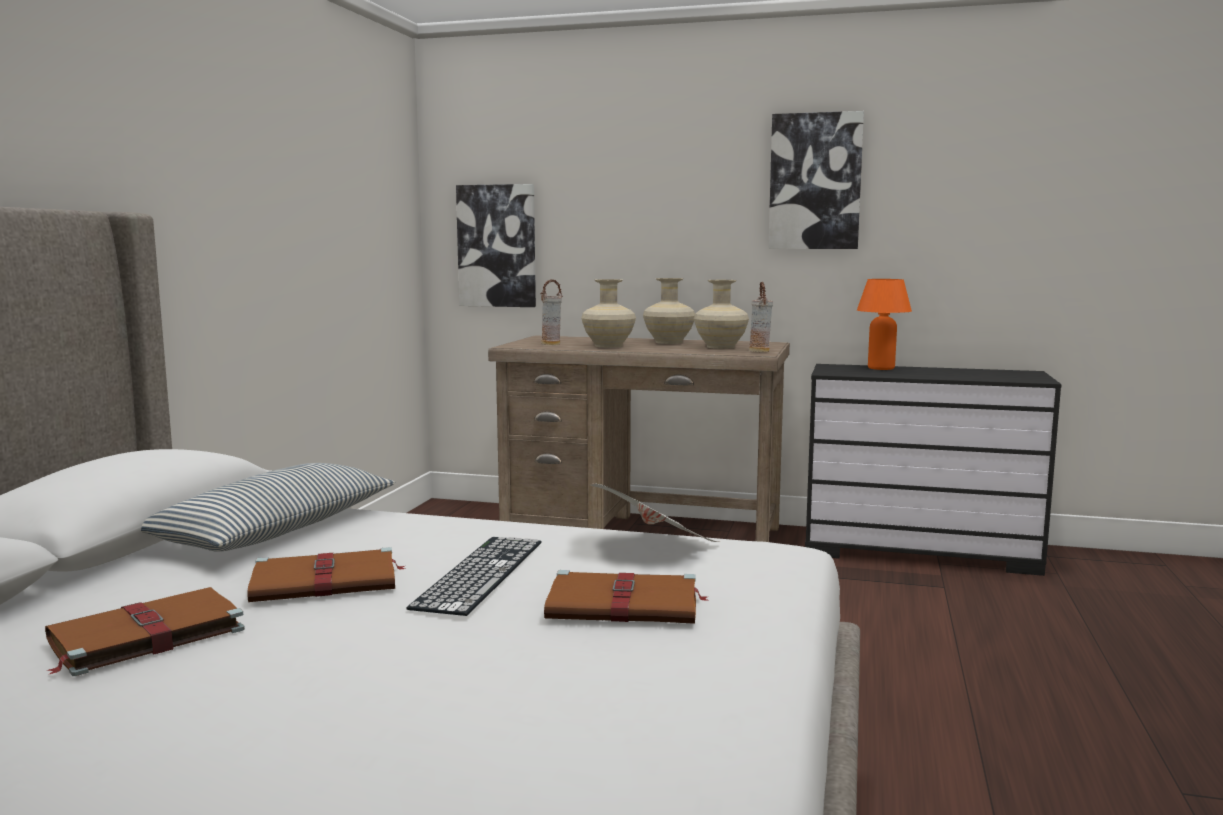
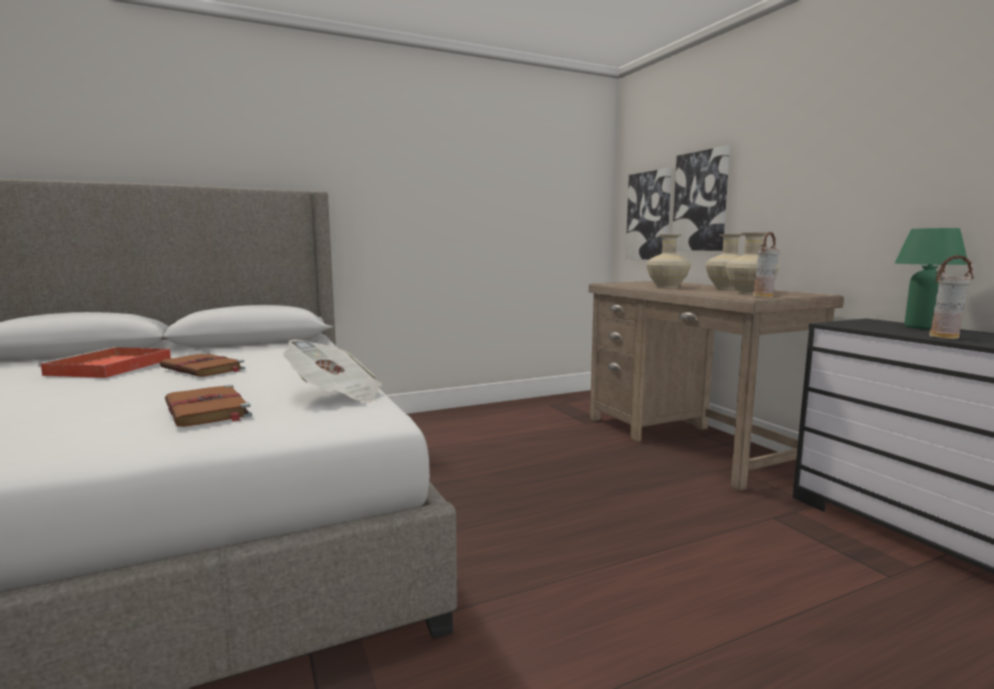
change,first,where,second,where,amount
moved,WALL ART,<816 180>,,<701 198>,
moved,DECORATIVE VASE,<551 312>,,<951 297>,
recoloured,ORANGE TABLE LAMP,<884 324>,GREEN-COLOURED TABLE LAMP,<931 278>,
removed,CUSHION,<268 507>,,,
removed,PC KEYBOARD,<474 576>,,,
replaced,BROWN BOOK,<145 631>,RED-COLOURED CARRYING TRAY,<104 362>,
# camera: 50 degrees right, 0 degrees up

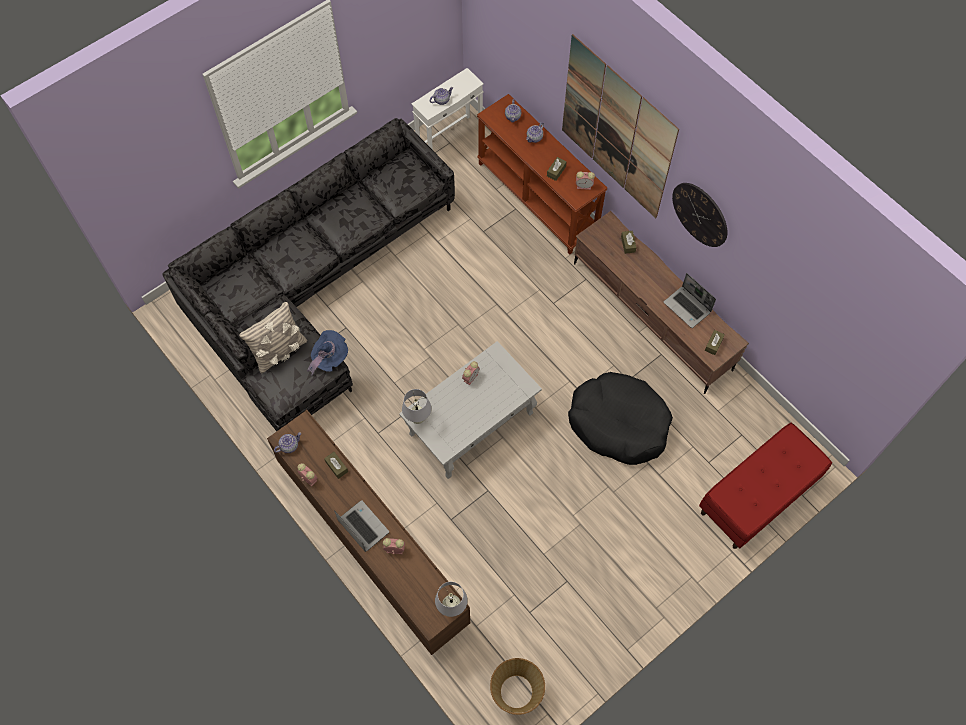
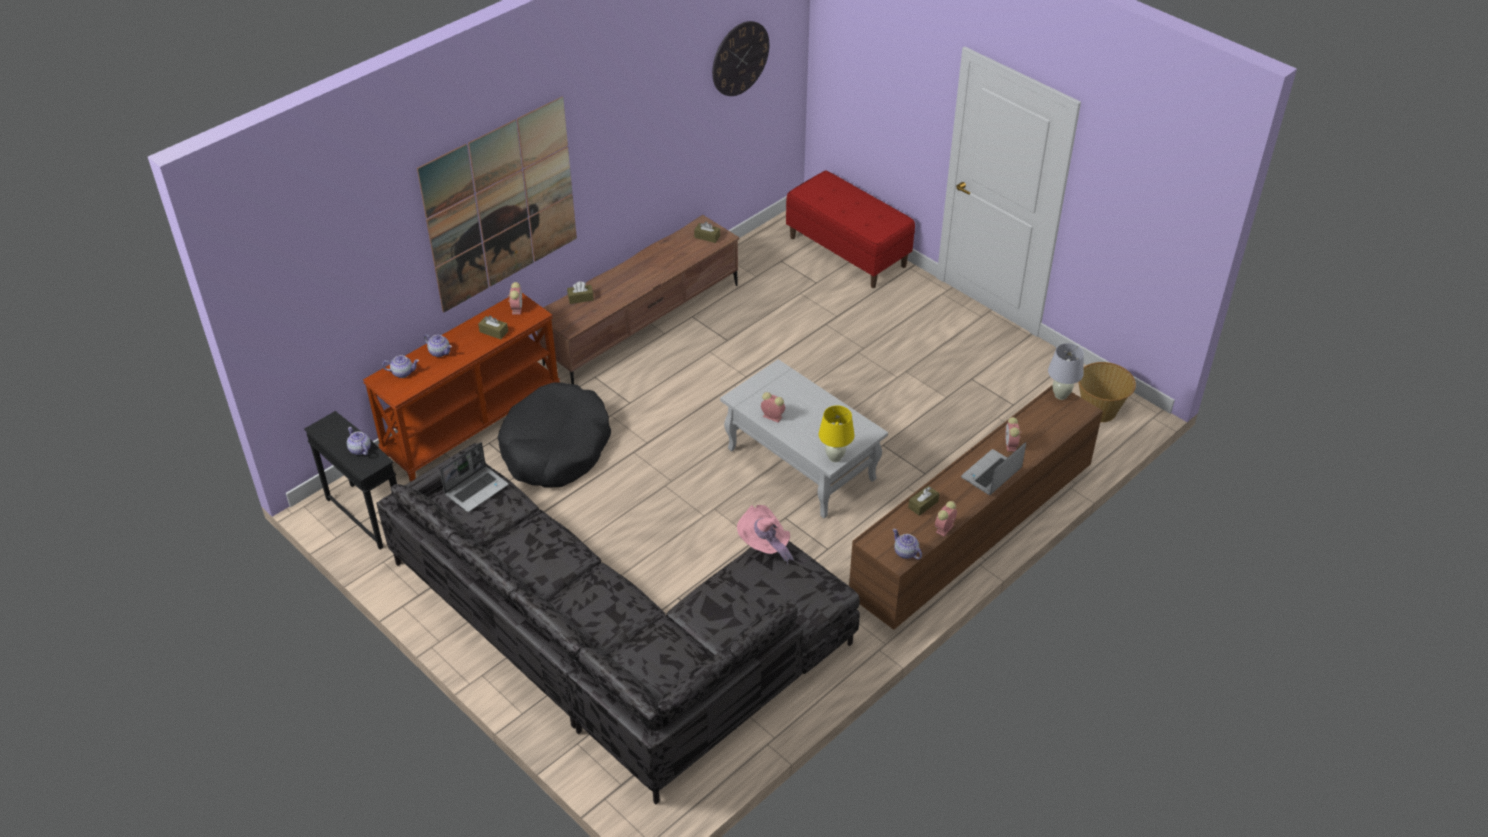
change,first,where,second,where,amount
recoloured,WHITISH ACCENT TABLE,<448 109>,BLACKISH ACCENT TABLE,<350 480>,
moved,CLOCK ON THE WALL,<699 215>,,<740 58>,
moved,PORTABLE COMPUTER,<690 300>,,<474 477>,
removed,SAND-COLOURED CUSHION,<273 338>,,,
recoloured,BLUISH CLOTHING HAT,<327 352>,PINK CLOTHING HAT,<765 535>,
moved,BLACKISH DOG BED,<620 418>,,<554 435>,
recoloured,WHITISH TABLE LAMP,<416 406>,YELLOW TABLE LAMP,<836 434>,
# camera: 95 degrees left, 20 degrees down

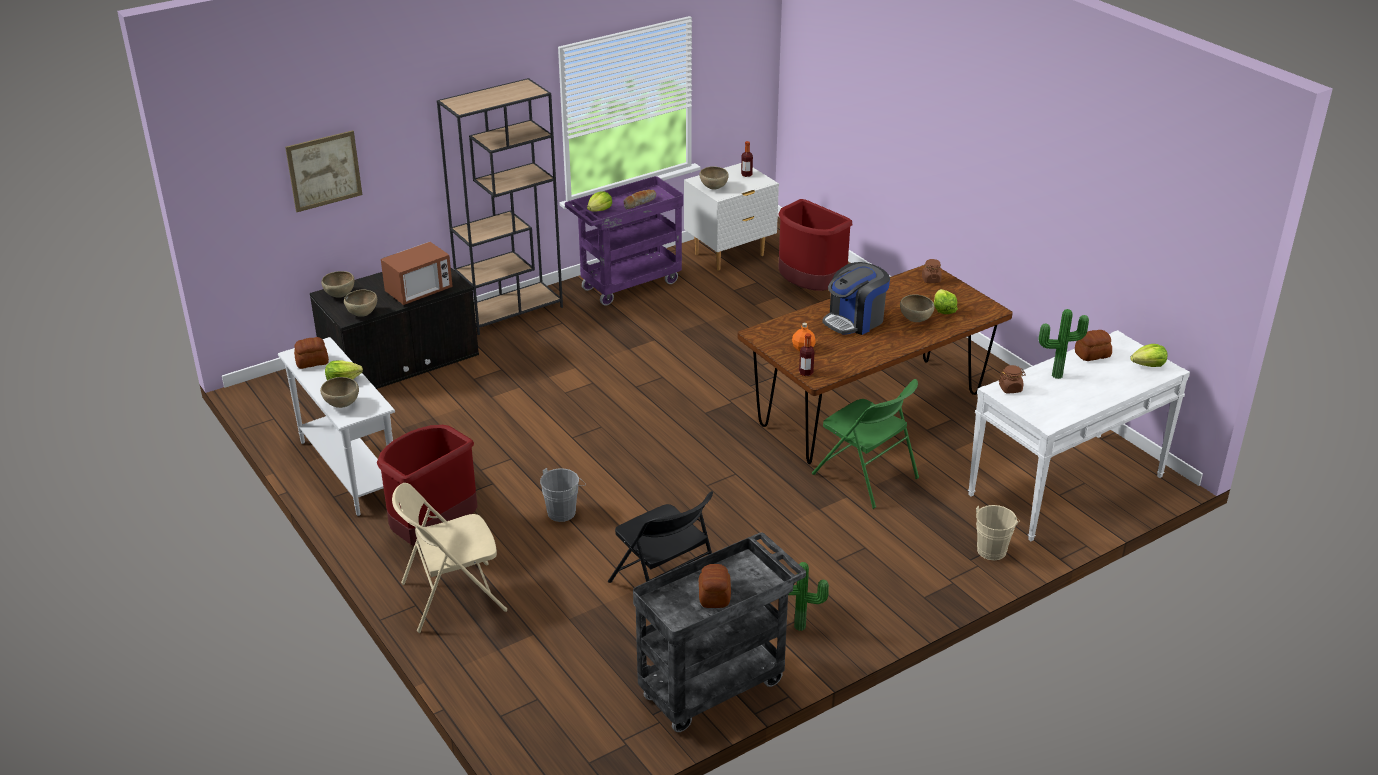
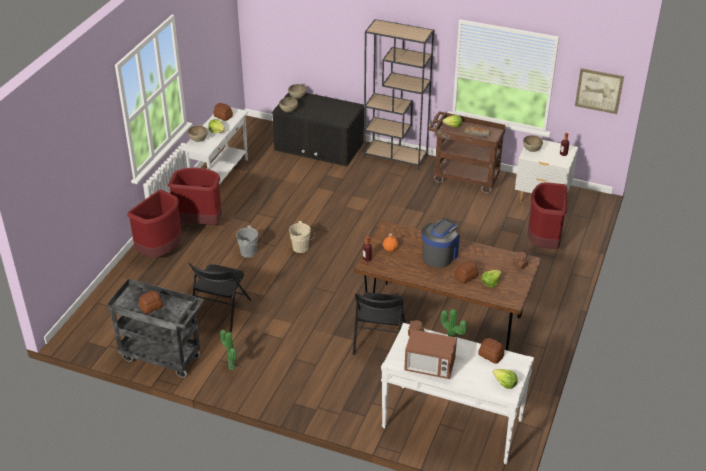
change,first,where,second,where,amount
moved,WALL ART,<323 171>,,<599 91>,
recoloured,PURPLE-COLOURED TROLLEY,<624 241>,BROWN TROLLEY,<467 152>,
moved,MICROWAVE OVEN,<417 273>,,<430 354>,
turned,COFFEE BREWER,<856 298>,,<440 244>,105 degrees clockwise
replaced,BROWN BOWL,<917 308>,BAKED BREAD,<466 272>,
recoloured,GREEN-COLOURED UPRIGHT CHAIR,<865 444>,BLACKISH UPRIGHT CHAIR,<379 323>,
replaced,SAND-COLOURED UPRIGHT CHAIR,<449 558>,RED-COLOURED RUBBISH BIN,<155 224>,
moved,SAND-COLOURED WATER BUCKET,<998 532>,,<302 237>,
# camera: 55 degrees right, 5 degrees up

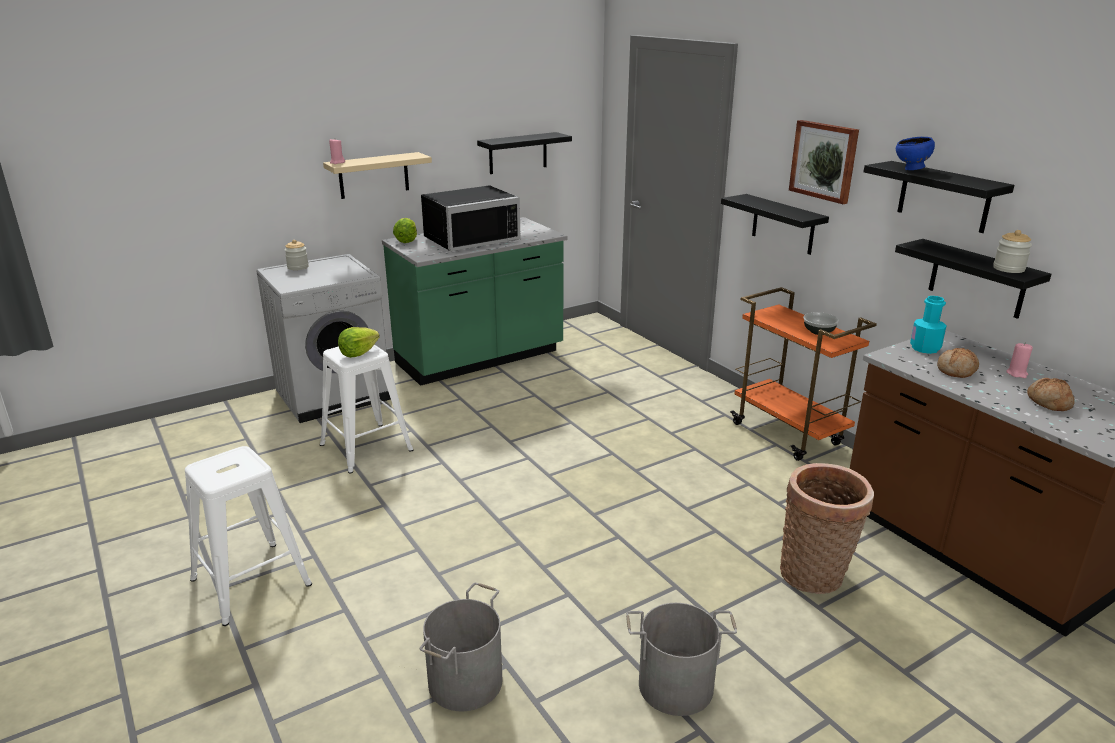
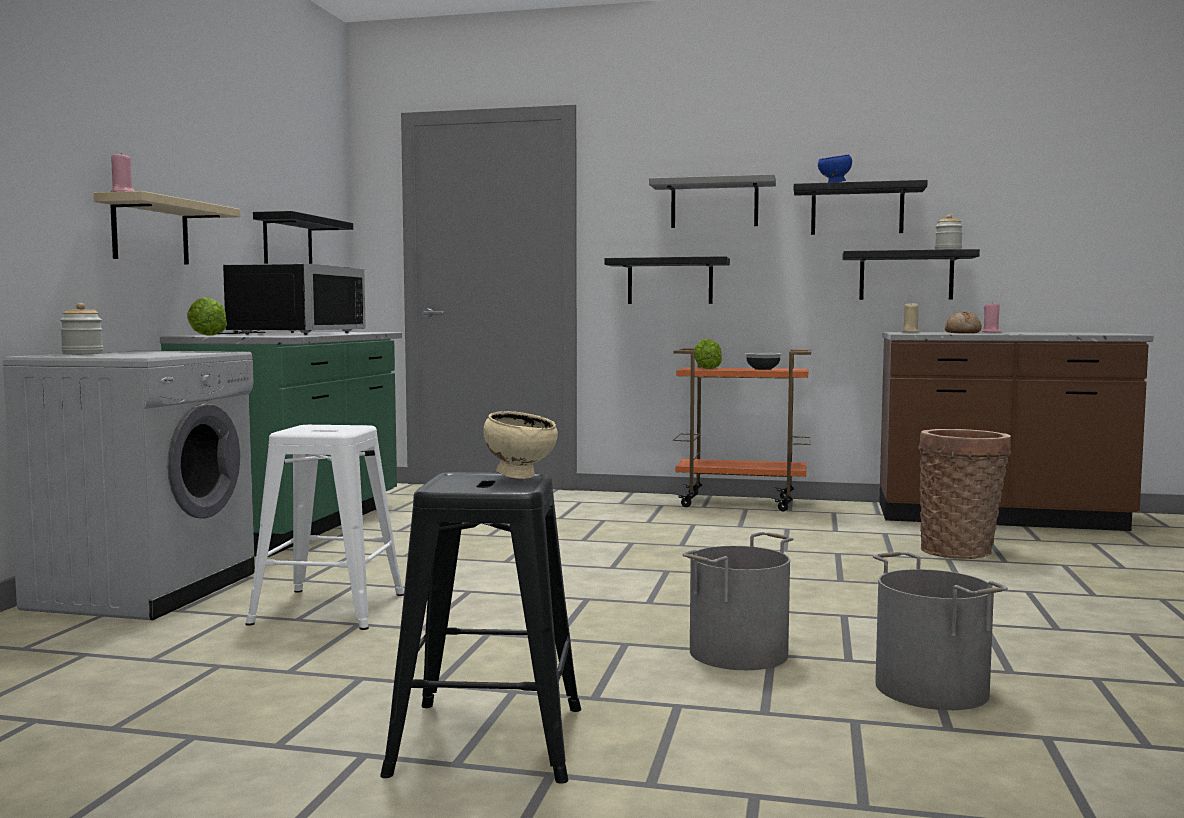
change,first,where,second,where,amount
replaced,WALL ART,<824 162>,GREYISH SHELF,<712 201>,
replaced,TURQUOISE-COLOURED BOTTLE,<928 325>,SAND-COLOURED WAX CANDLE,<910 317>,
moved,HEAD OF LETTUCE,<359 342>,,<708 354>,
removed,BAKED BREAD,<1051 394>,,,
recoloured,WHITISH STOOL,<248 536>,BLACKISH STOOL,<480 628>,
moved,GREYISH WATER BUCKET,<681 659>,,<738 601>,
added,,,SAND-COLOURED BOWL,<520 445>,
# camera: 45 degrees left, 20 degrees down

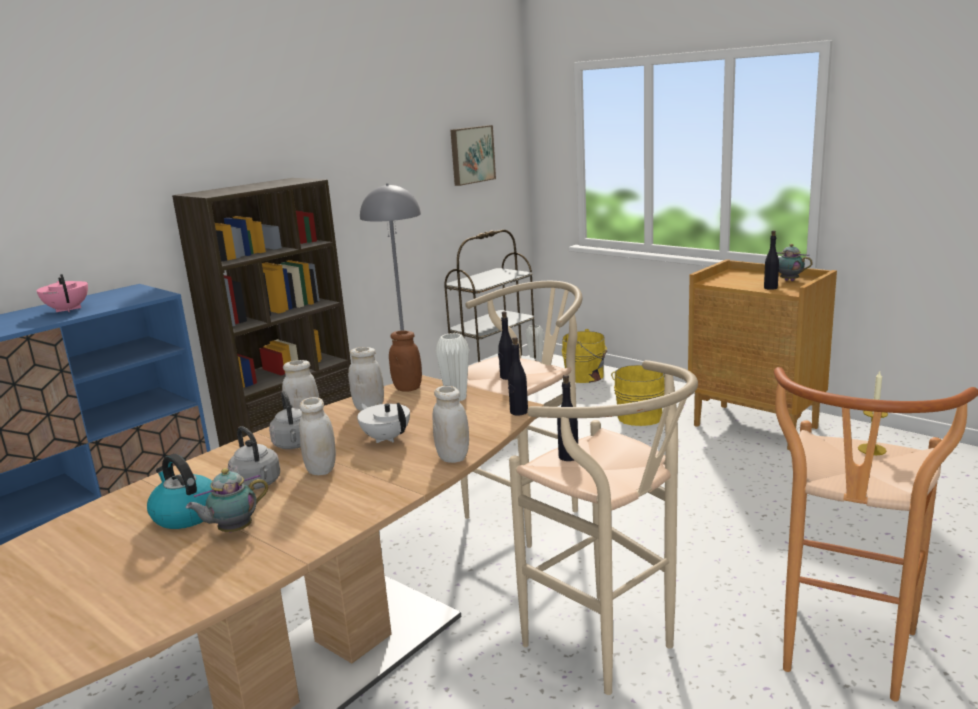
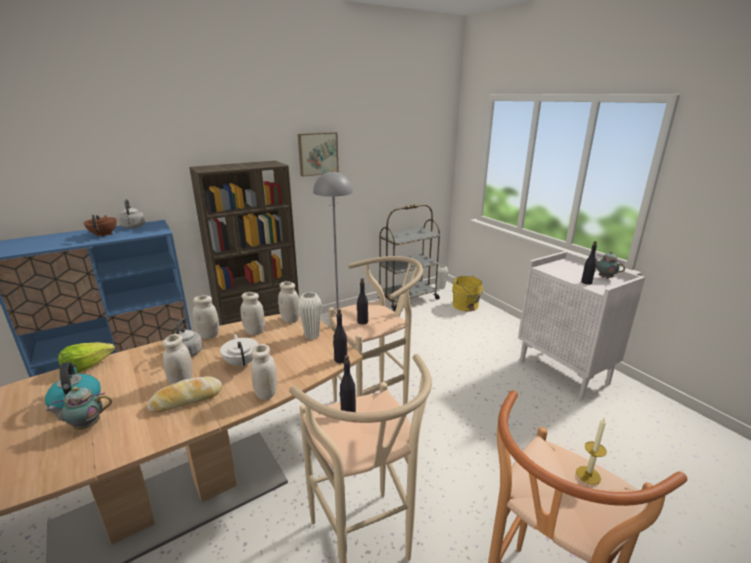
change,first,where,second,where,amount
moved,WALL ART,<473 155>,,<318 154>,
recoloured,BROWN CABINET,<762 354>,WHITISH CABINET,<582 325>,
recoloured,PINK POT FOR TEA,<62 293>,BROWN POT FOR TEA,<100 226>,
recoloured,BROWN PRESERVE JAR,<405 361>,WHITISH PRESERVE JAR,<289 302>,
removed,YELLOW WATER BUCKET,<638 395>,,,
moved,GREYISH WATER KETTLE,<254 458>,,<131 213>,
added,,,HEAD OF LETTUCE,<86 357>,
added,,,BAKED BREAD,<184 394>,
# camera: 15 degrees right, 5 degrees up

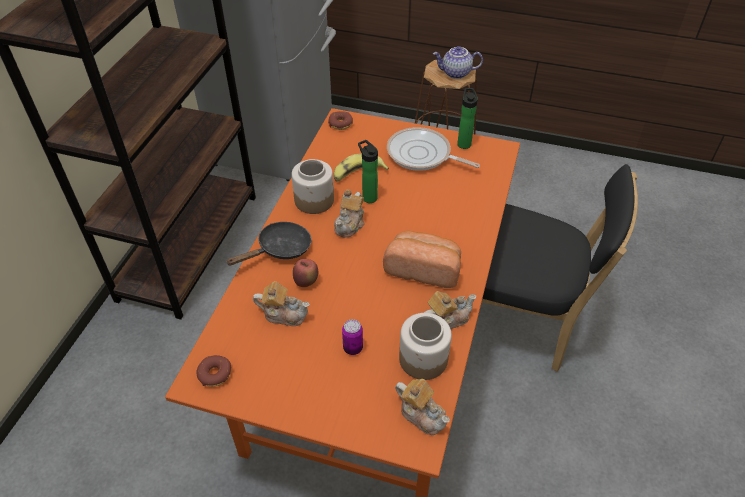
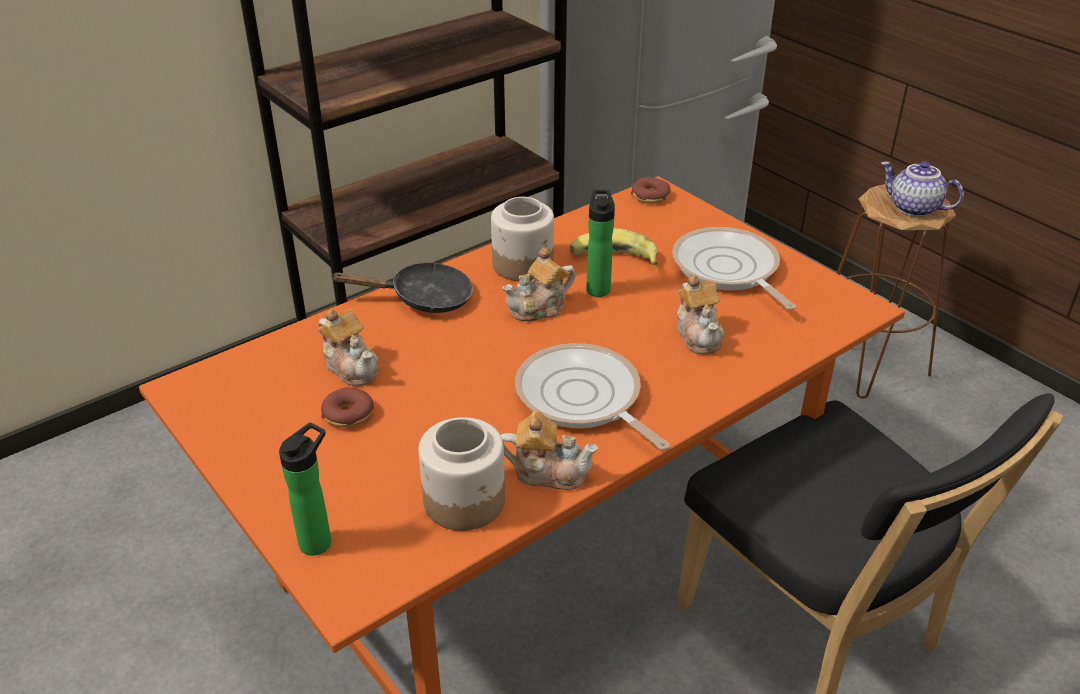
change,first,where,second,where,amount
moved,BOTTLE,<467 118>,,<305 489>,
replaced,BAKED BREAD,<422 259>,PAN,<592 396>,
removed,WHOLE APPLE,<305 273>,,,
removed,SEALED CAN,<352 337>,,,
moved,DONUT,<213 371>,,<347 407>,
moved,POT FOR TEA,<422 407>,,<700 314>,
# camera: 35 degrees right, 10 degrees down

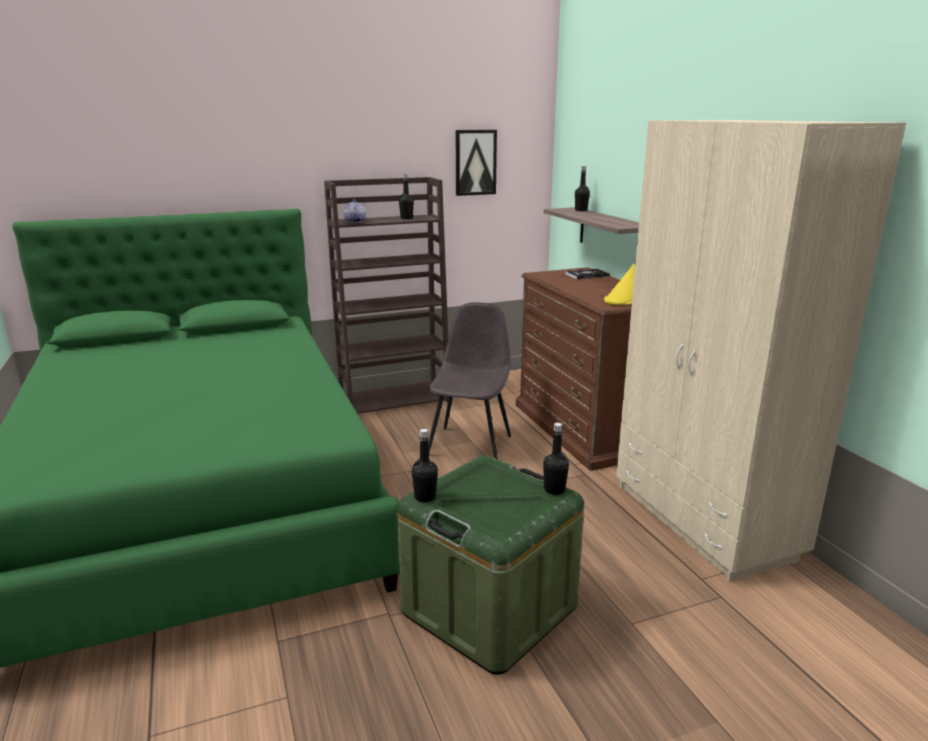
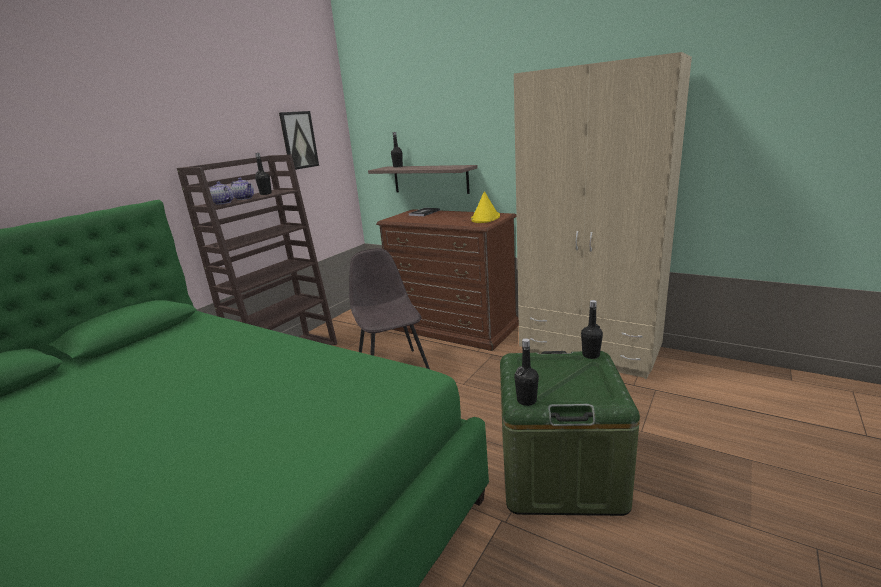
change,first,where,second,where,amount
added,,,POT FOR TEA,<242 189>,
# camera: 35 degrees left, 0 degrees up

